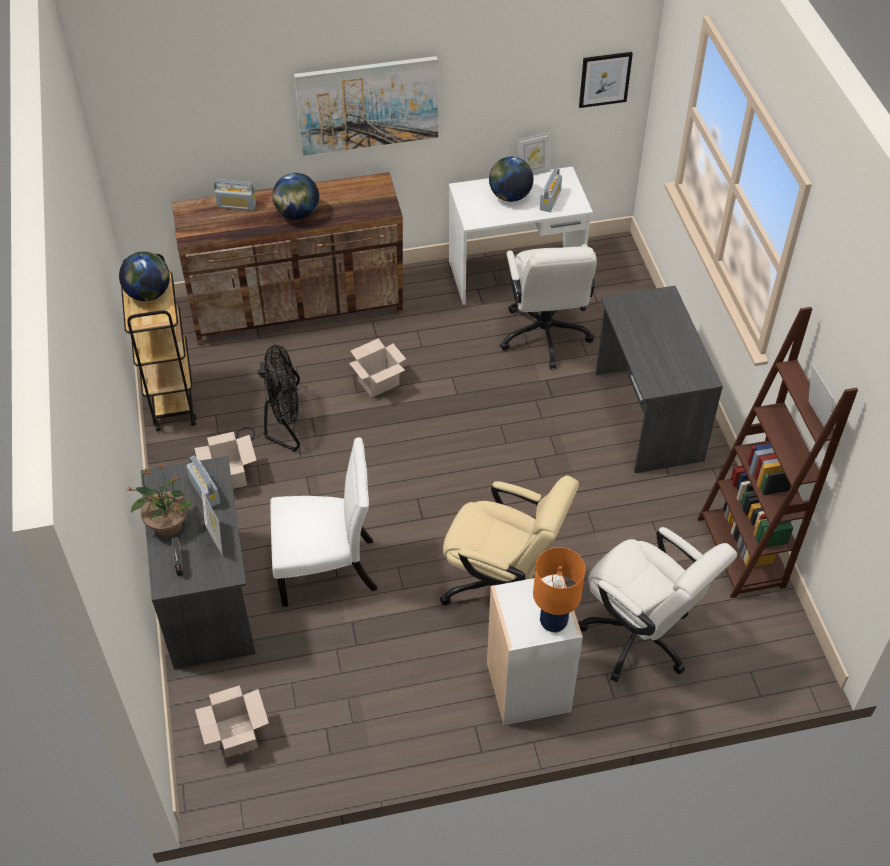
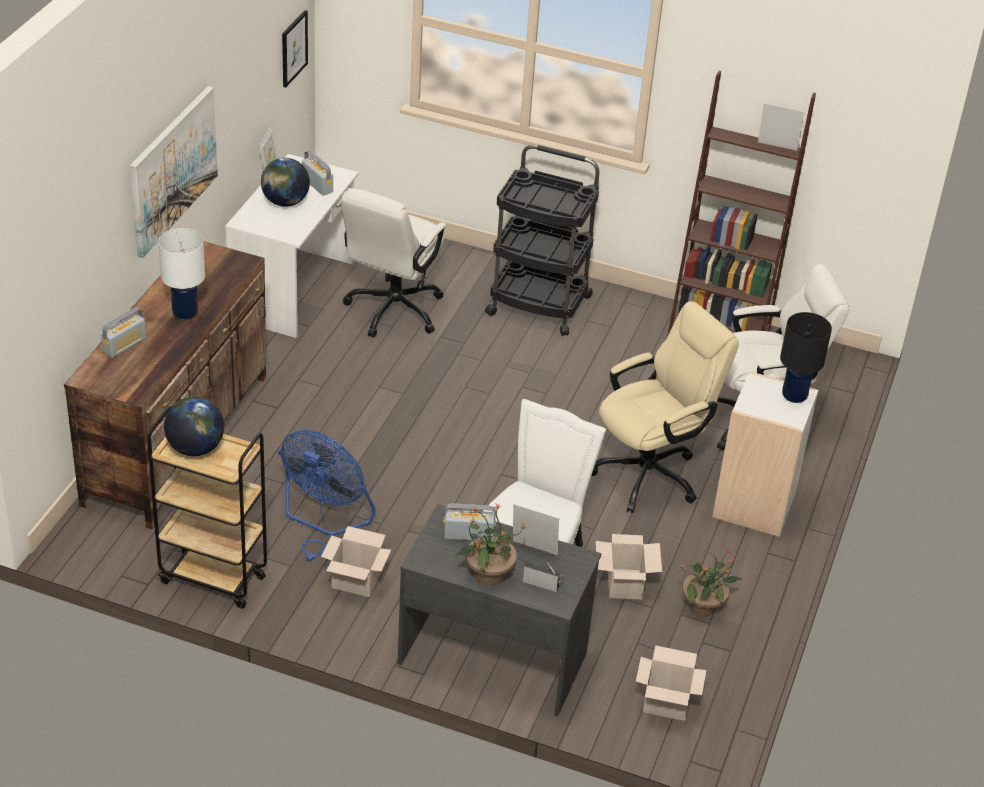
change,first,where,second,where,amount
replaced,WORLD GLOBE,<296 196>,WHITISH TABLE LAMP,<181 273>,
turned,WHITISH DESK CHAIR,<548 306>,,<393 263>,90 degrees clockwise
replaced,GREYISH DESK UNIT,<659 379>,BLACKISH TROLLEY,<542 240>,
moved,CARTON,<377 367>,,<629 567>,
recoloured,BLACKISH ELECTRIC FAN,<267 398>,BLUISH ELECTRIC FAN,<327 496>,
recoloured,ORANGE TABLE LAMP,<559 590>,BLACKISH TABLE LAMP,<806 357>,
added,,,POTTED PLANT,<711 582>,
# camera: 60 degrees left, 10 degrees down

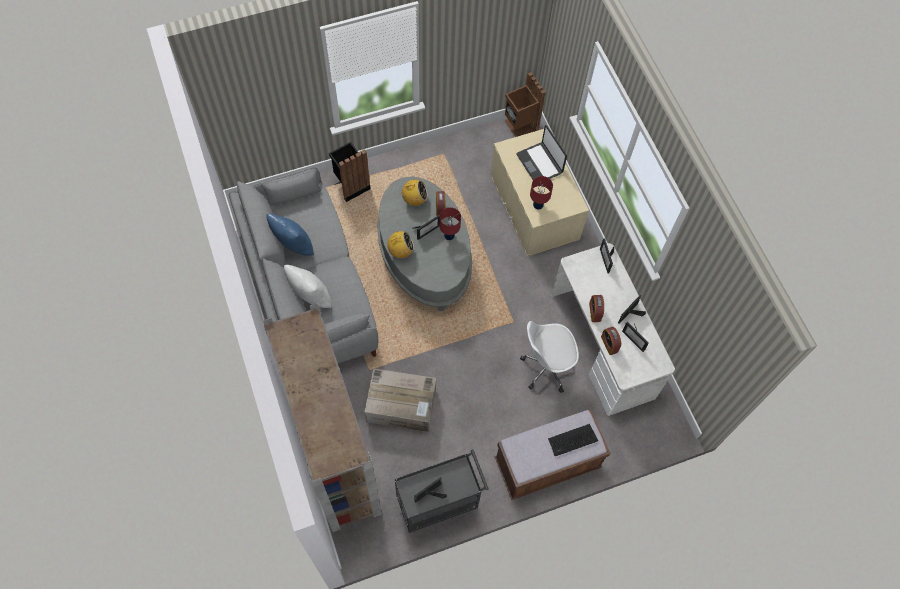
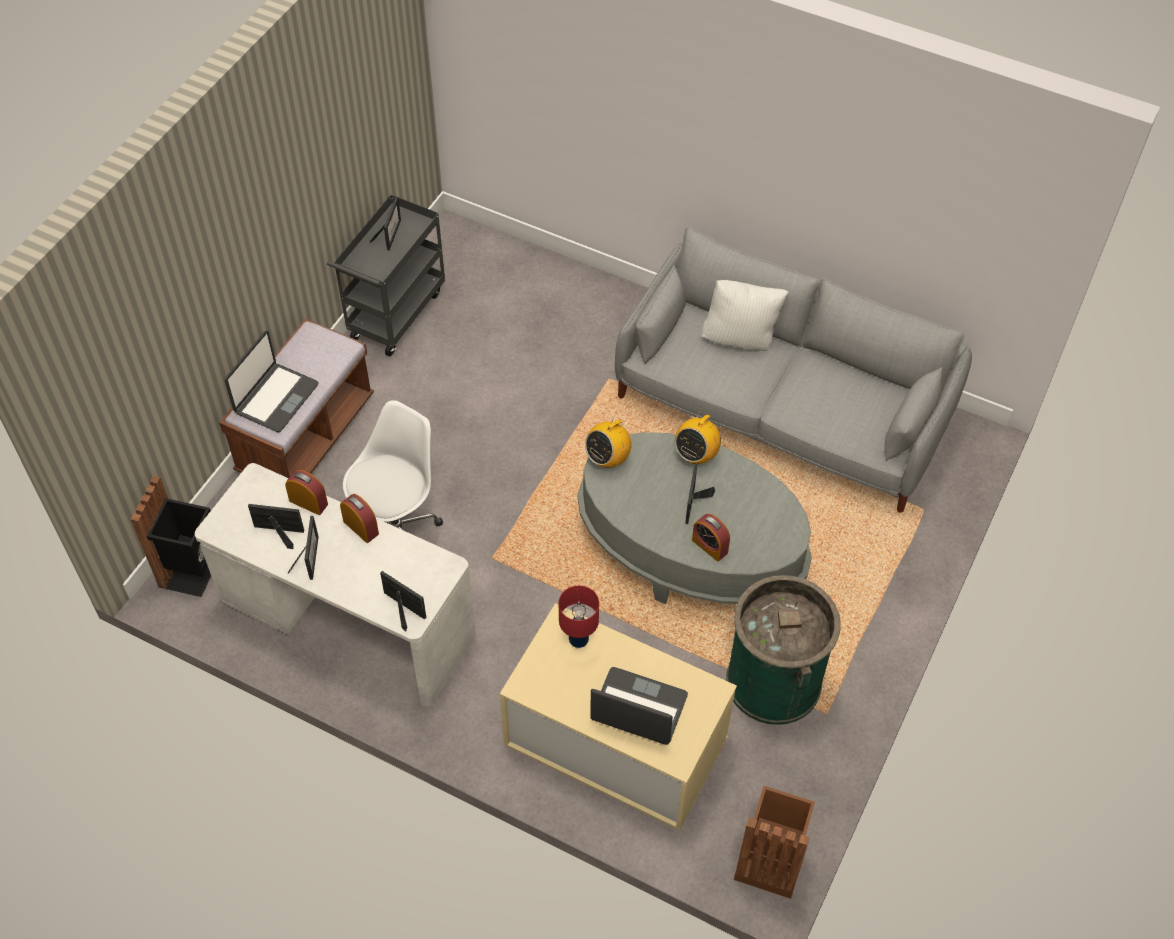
change,first,where,second,where,amount
moved,BLACKISH RUBBISH BIN,<350 172>,,<171 536>,
moved,RADIO RECEIVER,<415 193>,,<608 442>,
removed,RED-COLOURED TABLE LAMP,<450 223>,,,
removed,BLUISH CUSHION,<290 235>,,,
removed,BROWN BOOKCASE,<322 417>,,,
removed,CARTON,<400 400>,,,
replaced,PC KEYBOARD,<573 440>,PORTABLE COMPUTER,<272 381>,
added,,,GREEN-COLOURED RUBBISH BIN,<783 650>,
# camera: 140 degrees right, 10 degrees down

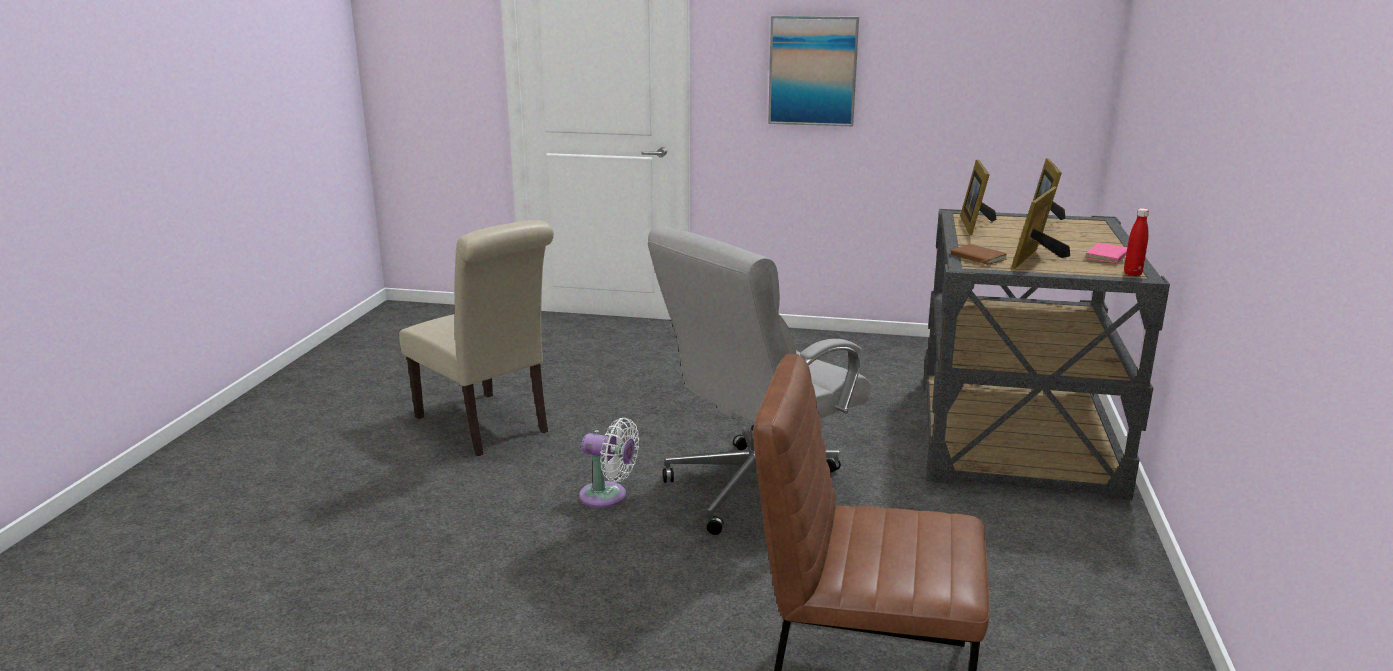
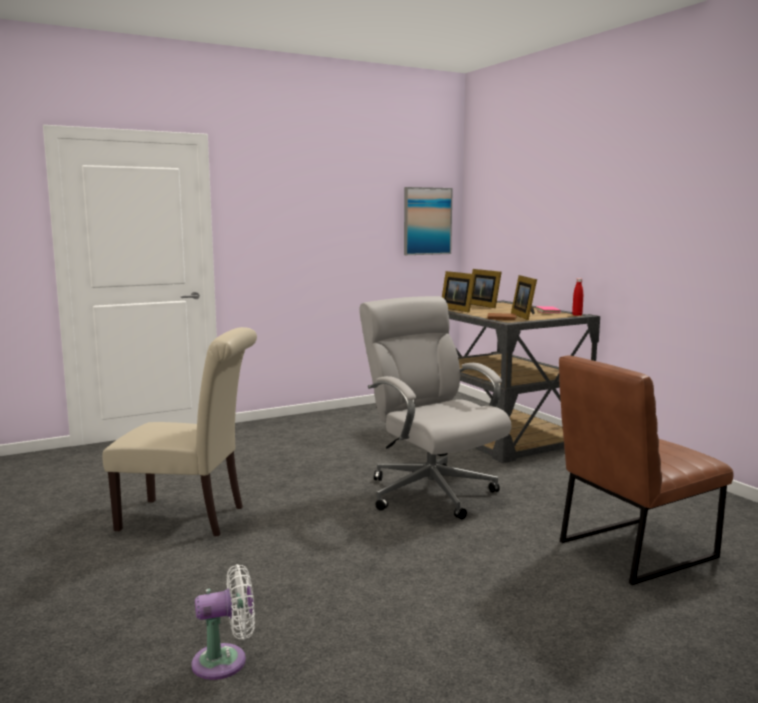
change,first,where,second,where,amount
moved,WALL ART,<813 71>,,<428 221>,
turned,GREYISH DESK CHAIR,<759 380>,,<435 407>,135 degrees clockwise
moved,WHITISH ELECTRIC FAN,<609 463>,,<223 622>,
# camera: 40 degrees left, 10 degrees down

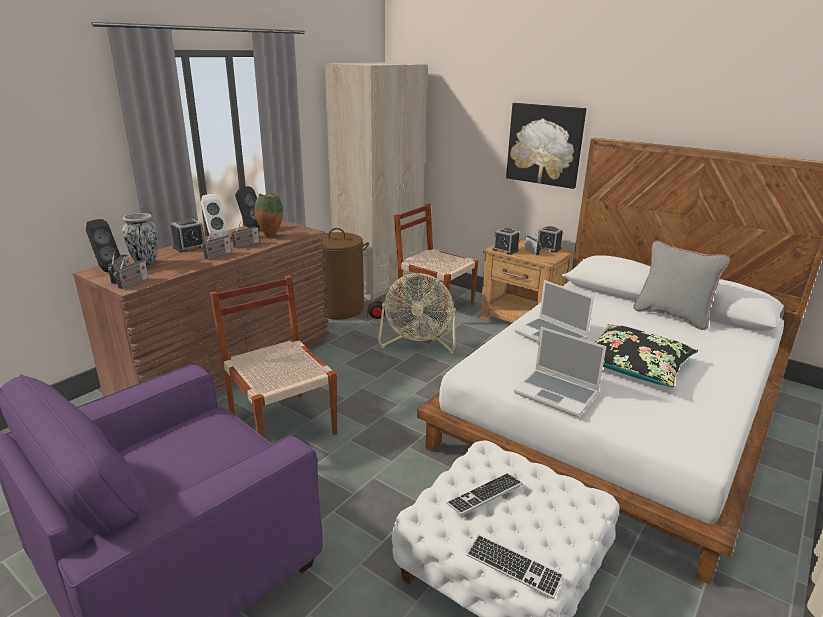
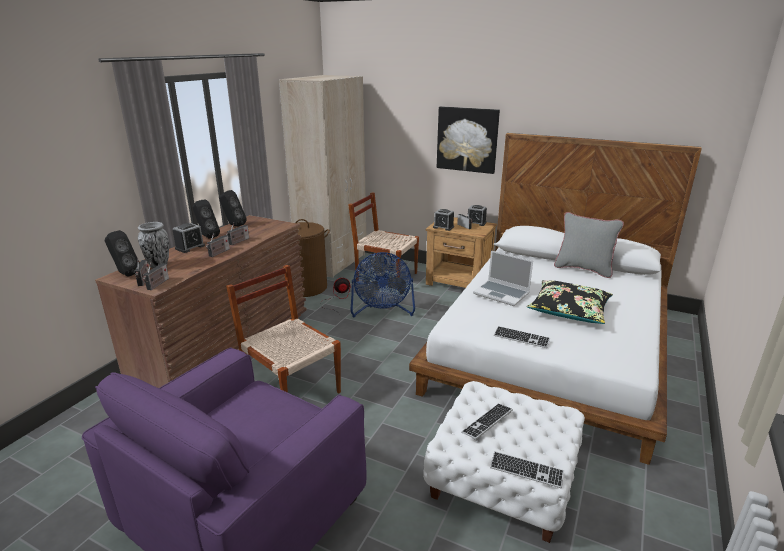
change,first,where,second,where,amount
removed,DECORATIVE VASE,<268 215>,,,
recoloured,WHITISH LOUDSPEAKER,<214 216>,BLACKISH LOUDSPEAKER,<206 219>,
recoloured,SAND-COLOURED ELECTRIC FAN,<417 313>,BLUISH ELECTRIC FAN,<382 285>,
replaced,PORTABLE COMPUTER,<560 372>,PC KEYBOARD,<522 337>,
# camera: 10 degrees left, 0 degrees up

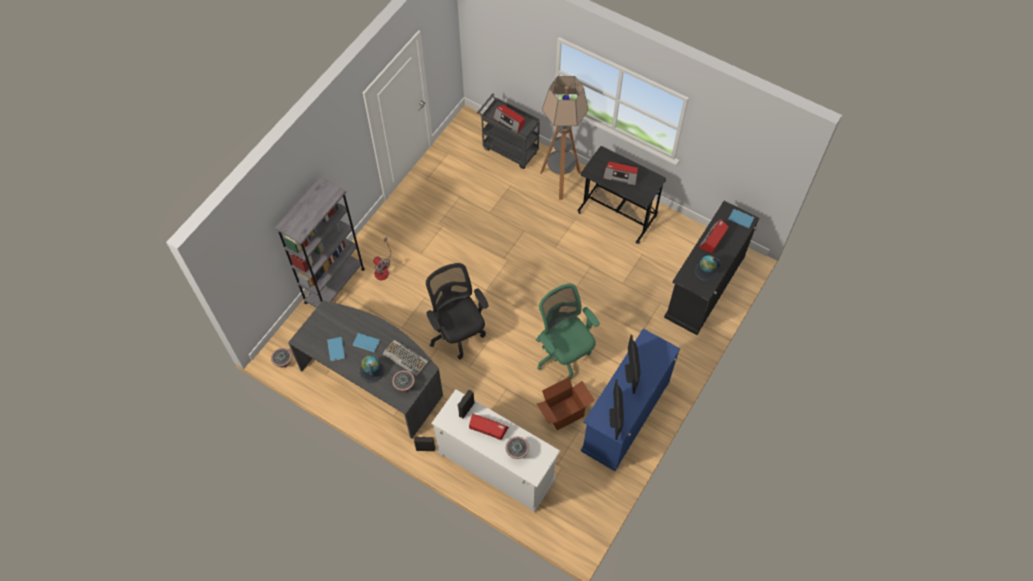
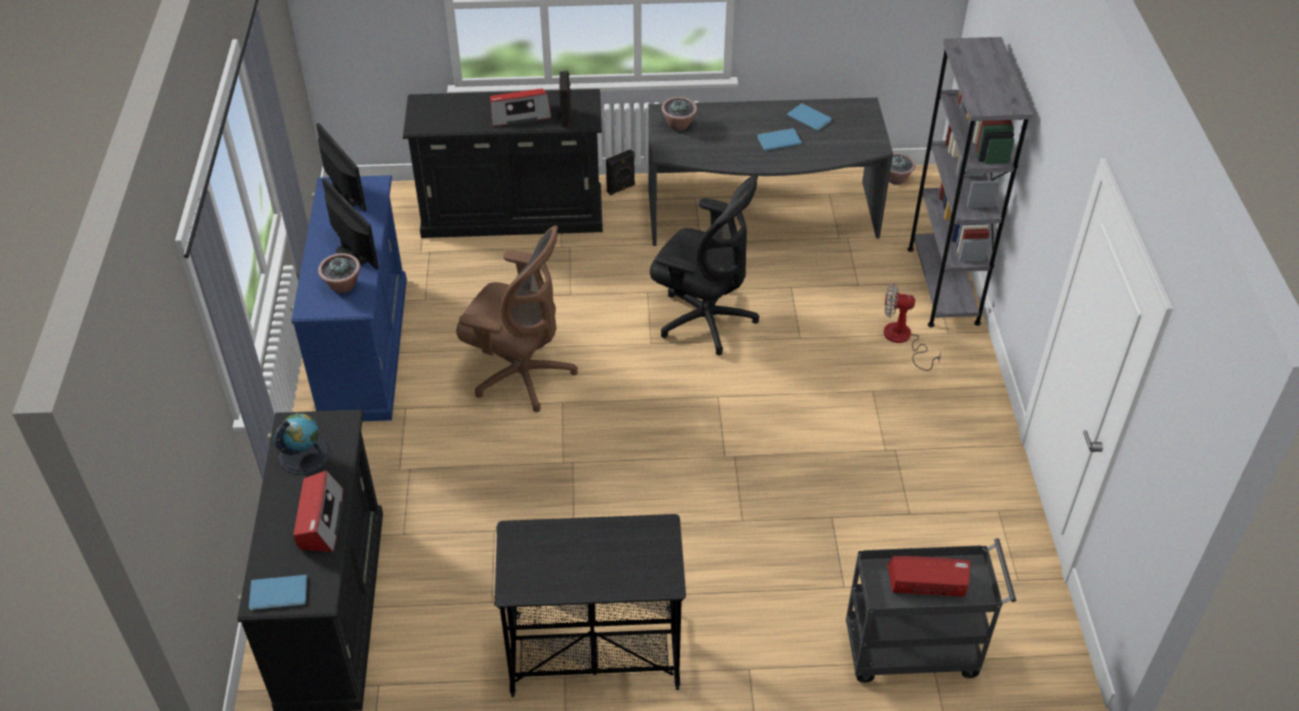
change,first,where,second,where,amount
removed,STANDING LAMP,<564 138>,,,
removed,RADIO RECEIVER,<620 173>,,,
recoloured,GREEN-COLOURED DESK CHAIR,<568 331>,BROWN DESK CHAIR,<517 319>,
removed,PC KEYBOARD,<406 358>,,,
removed,WORLD GLOBE,<372 369>,,,
removed,CARTON,<566 403>,,,
recoloured,WHITISH CABINET,<495 451>,BLACKISH CABINET,<503 163>,
moved,POTTED PLANT,<517 448>,,<339 273>,
# camera: 145 degrees right, 15 degrees down

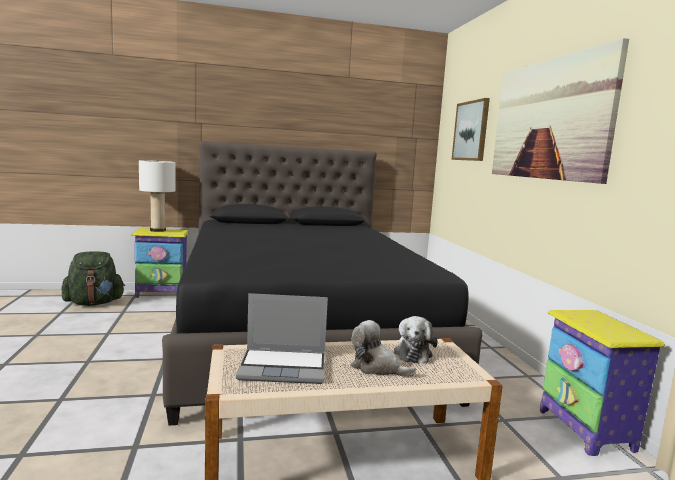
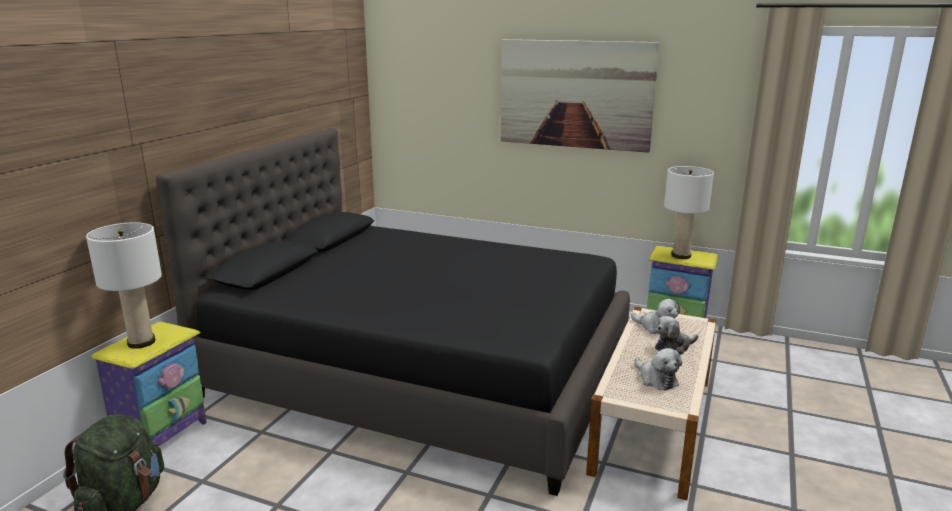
change,first,where,second,where,amount
removed,WALL ART,<471 129>,,,
replaced,PORTABLE COMPUTER,<282 338>,PLUSH TOY,<658 369>,
added,,,WHITISH TABLE LAMP,<689 212>,
# camera: 55 degrees left, 10 degrees up

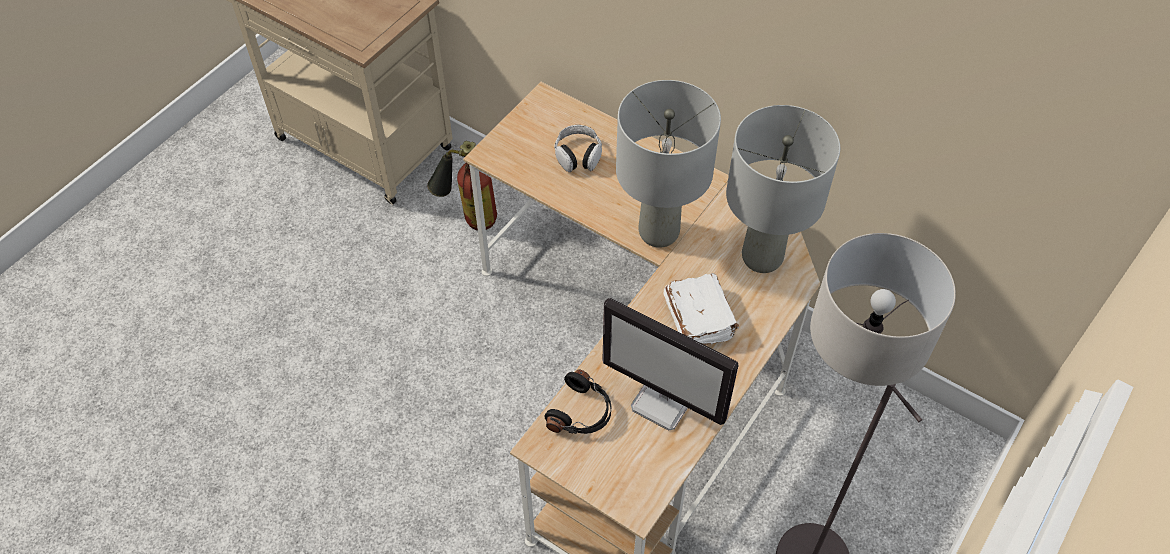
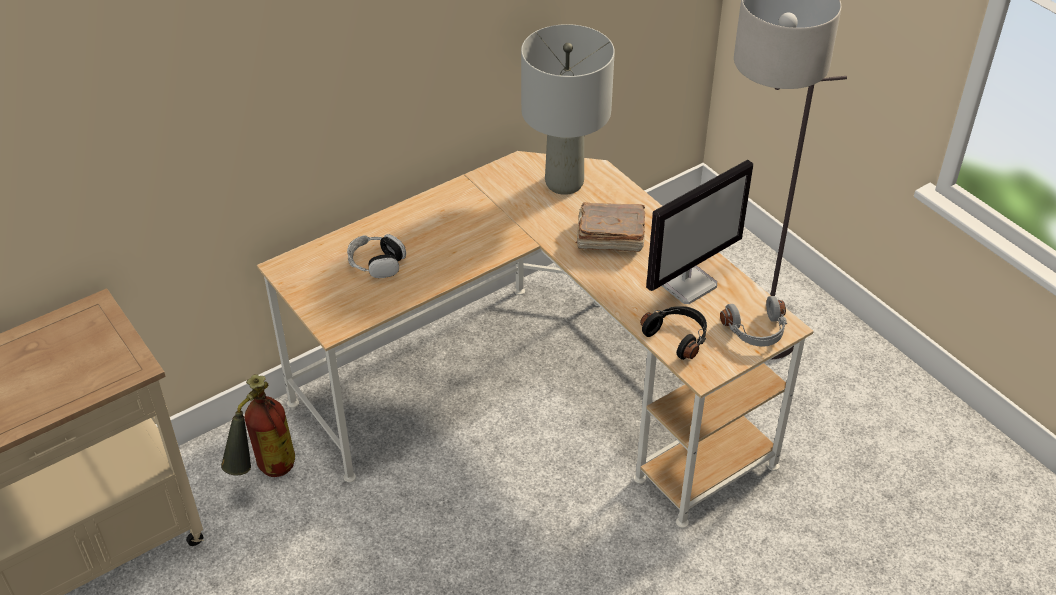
change,first,where,second,where,amount
removed,GREYISH TABLE LAMP,<668 164>,,,
recoloured,WHITISH BOOK,<701 309>,BROWN BOOK,<610 227>,
added,,,GREYISH HEADPHONES,<753 321>,
# camera: 70 degrees left, 10 degrees down

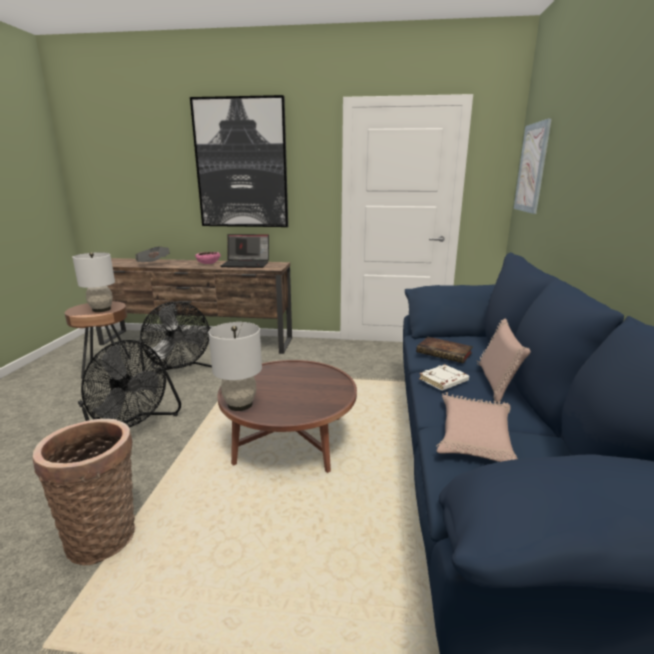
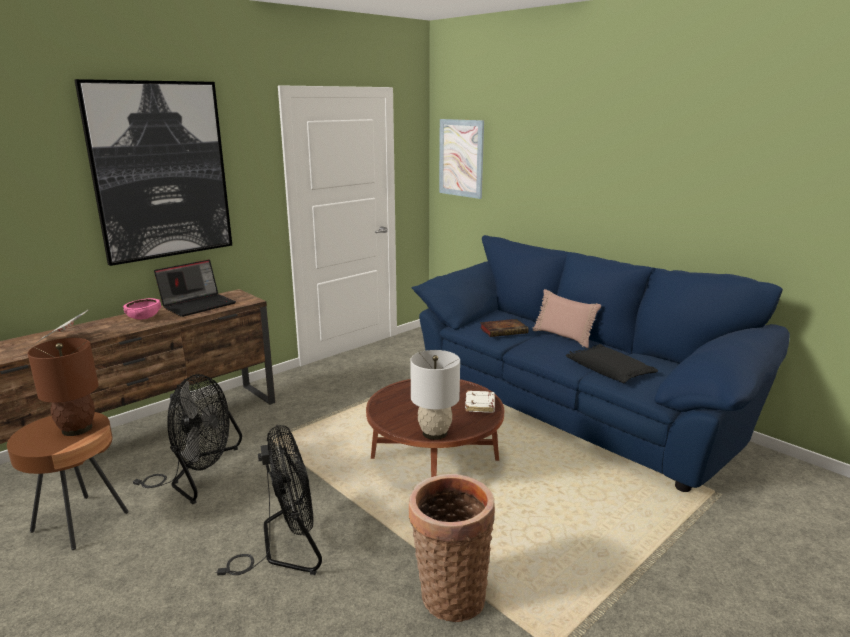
change,first,where,second,where,amount
recoloured,WHITISH TABLE LAMP,<93 282>,BROWN TABLE LAMP,<63 387>,
moved,WHITISH BOOK,<444 377>,,<480 402>,
recoloured,SAND-COLOURED CUSHION,<477 427>,BLACKISH CUSHION,<612 363>,
# camera: 50 degrees left, 0 degrees up

